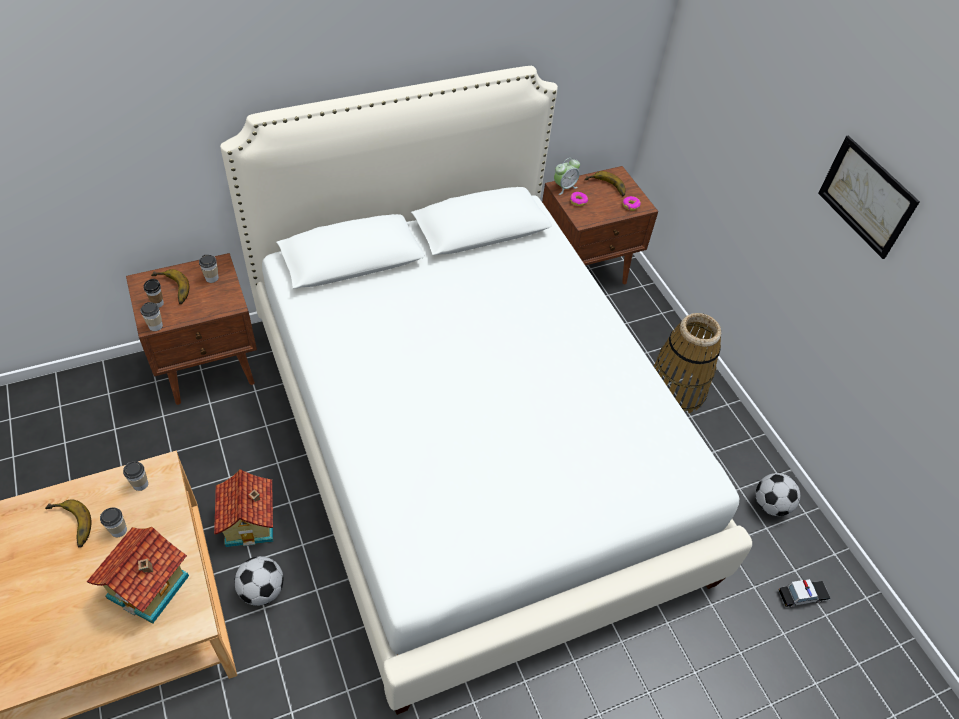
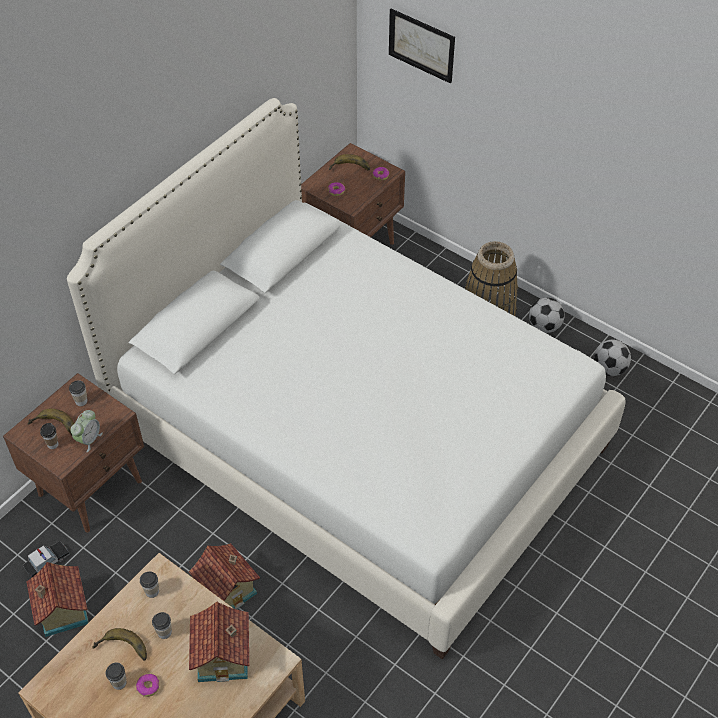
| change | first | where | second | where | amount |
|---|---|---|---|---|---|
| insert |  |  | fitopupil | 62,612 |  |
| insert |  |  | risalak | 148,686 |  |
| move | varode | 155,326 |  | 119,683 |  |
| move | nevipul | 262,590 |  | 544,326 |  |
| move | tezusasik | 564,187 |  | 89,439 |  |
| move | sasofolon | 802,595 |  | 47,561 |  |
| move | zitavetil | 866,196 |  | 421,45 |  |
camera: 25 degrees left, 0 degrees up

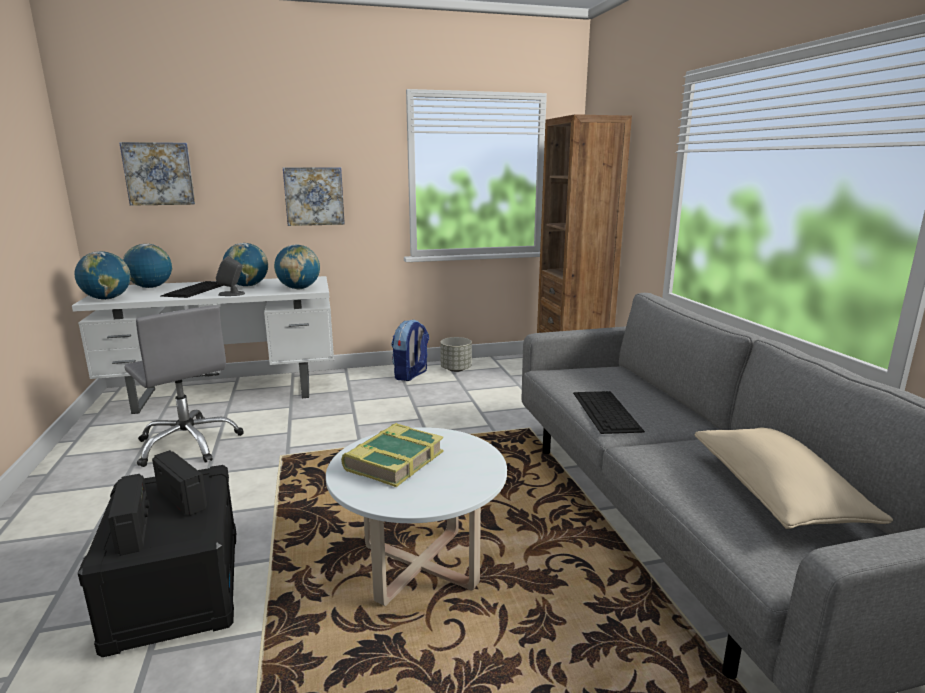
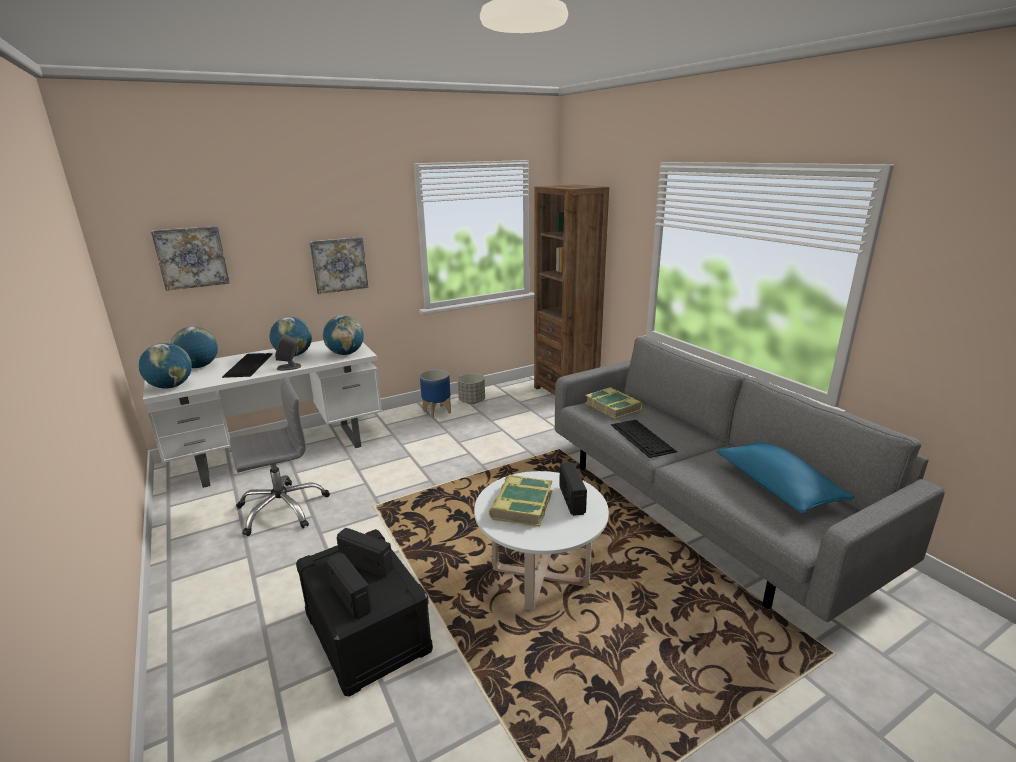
| change | first | where | second | where | amount |
|---|---|---|---|---|---|
| insert |  |  | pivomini | 571,499 |  |
| insert |  |  | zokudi | 613,407 |  |
| replace | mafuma | 411,375 | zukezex | 437,412 |  |
| recolor | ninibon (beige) | 775,495 | ninibon (blue) | 777,488 |  |
| rotate | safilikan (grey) | 189,444 |  | 282,508 | 60 degrees counterclockwise |
camera: 15 degrees left, 5 degrees up

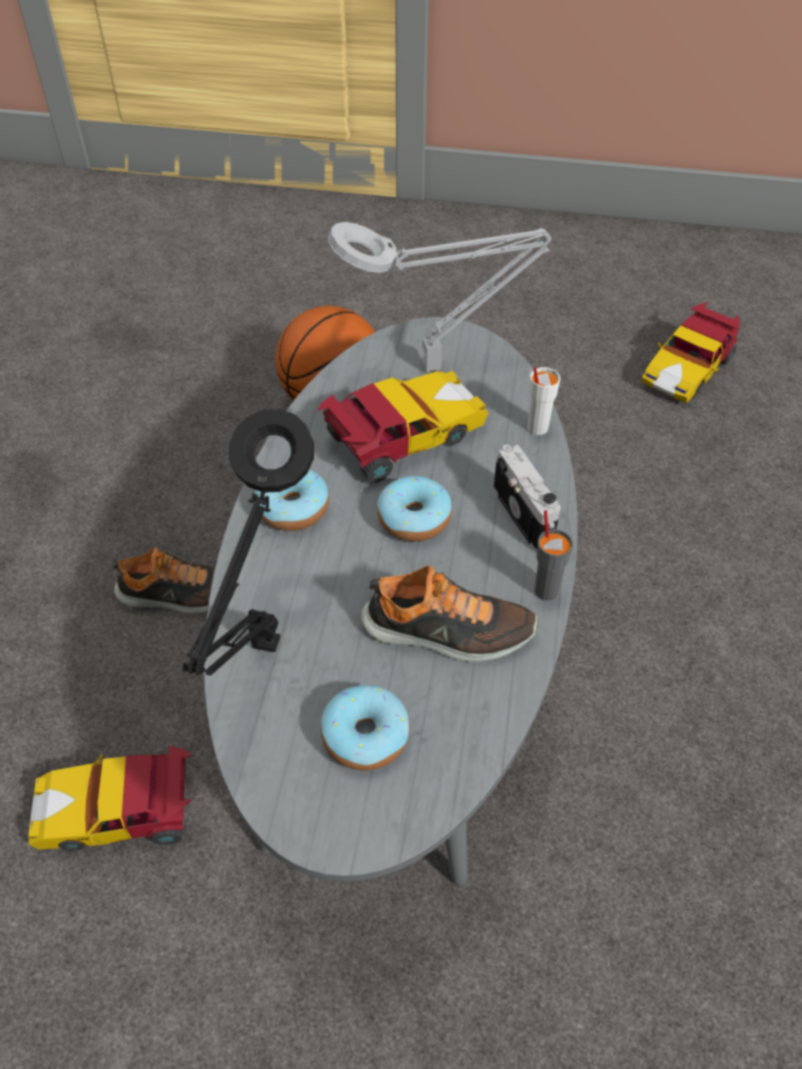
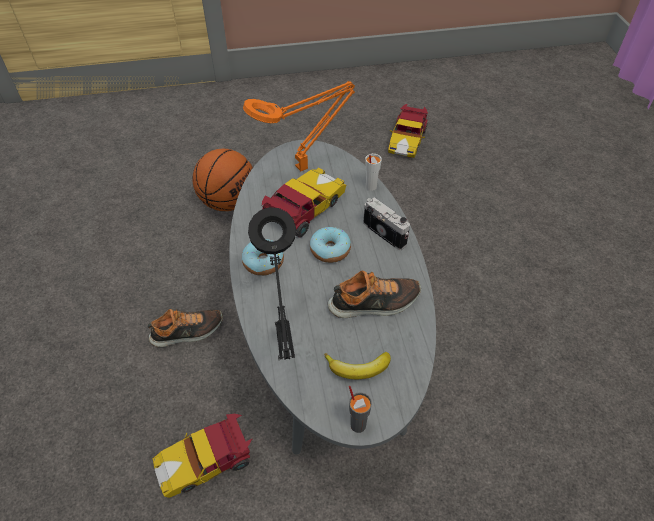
| change | first | where | second | where | amount |
|---|---|---|---|---|---|
| move | varode (grey) | 546,590 |  | 358,424 |  |
| replace | risalak | 365,736 | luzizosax | 358,368 |  |
| recolor | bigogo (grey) | 438,365 | bigogo (orange) | 304,167 |  |
camera: 20 degrees left, 0 degrees up

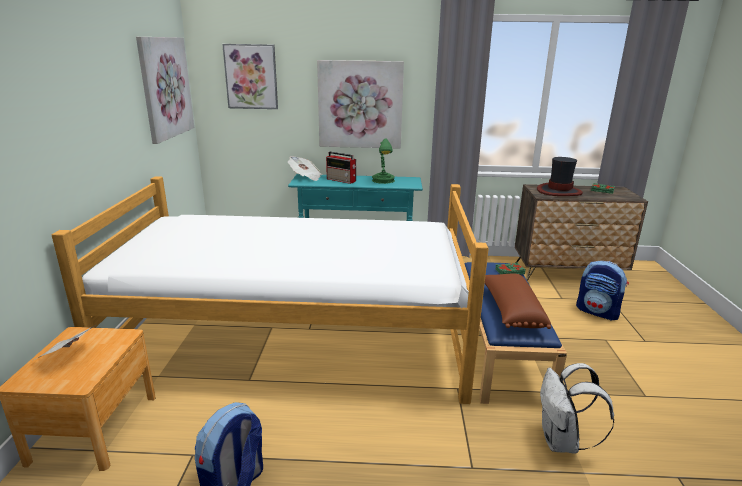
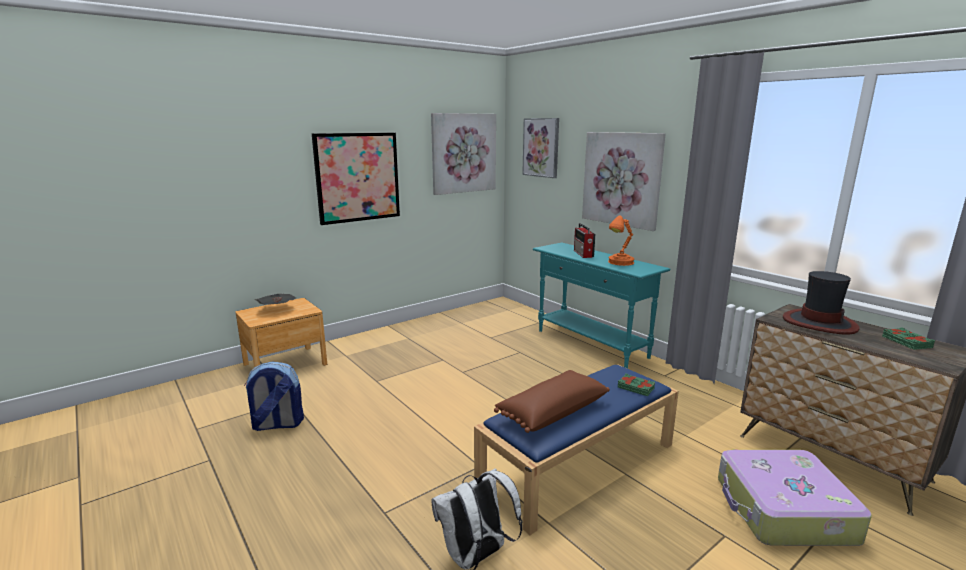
| change | first | where | second | where | amount |
|---|---|---|---|---|---|
| delete | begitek | 295,339 |  |  |  |
| delete | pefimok | 305,177 |  |  |  |
| insert |  |  | zitavetil | 357,177 |  |
| replace | mafuma | 598,312 | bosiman | 783,510 |  |
| recolor | bigogo (green) | 383,181 | bigogo (orange) | 620,262 |  |
camera: 50 degrees right, 5 degrees down

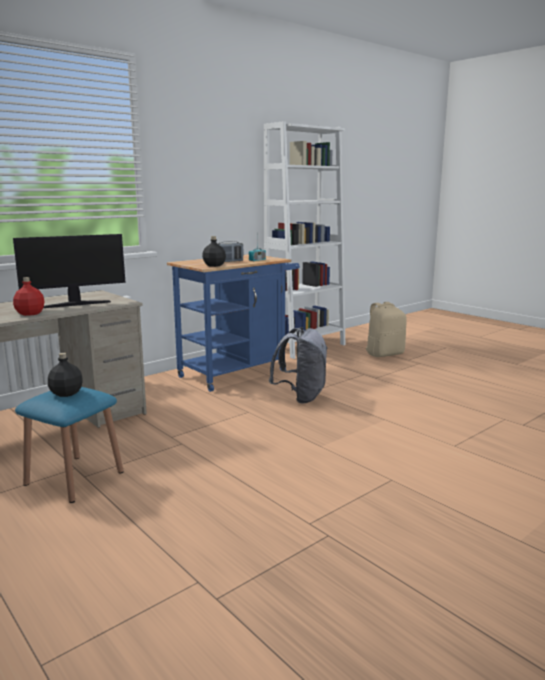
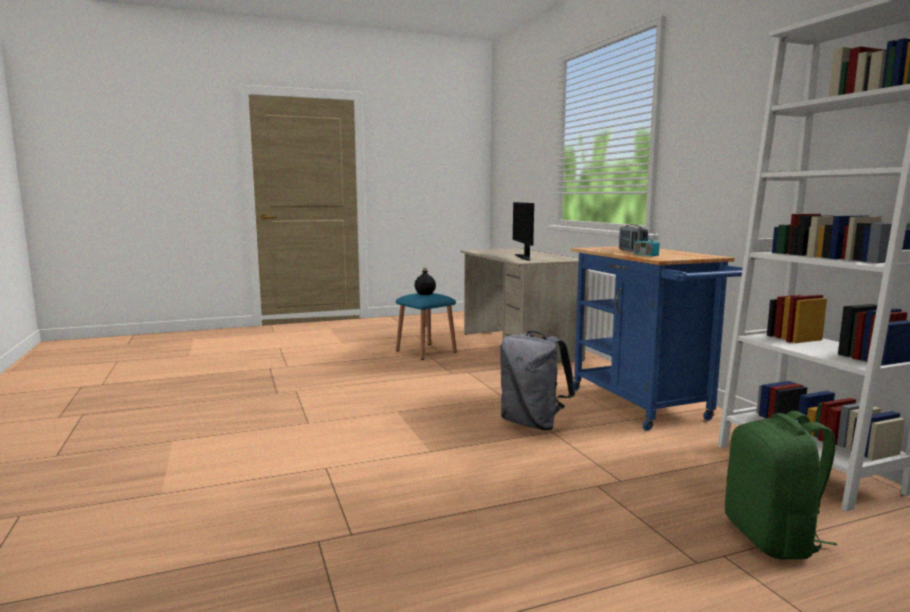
| change | first | where | second | where | amount |
|---|---|---|---|---|---|
| delete | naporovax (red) | 30,313 |  |  |  |
| delete | naporovax (black) | 214,265 |  |  |  |
| recolor | mafuma (beige) | 384,354 | mafuma (green) | 773,539 |  |
camera: 110 degrees right, 5 degrees down

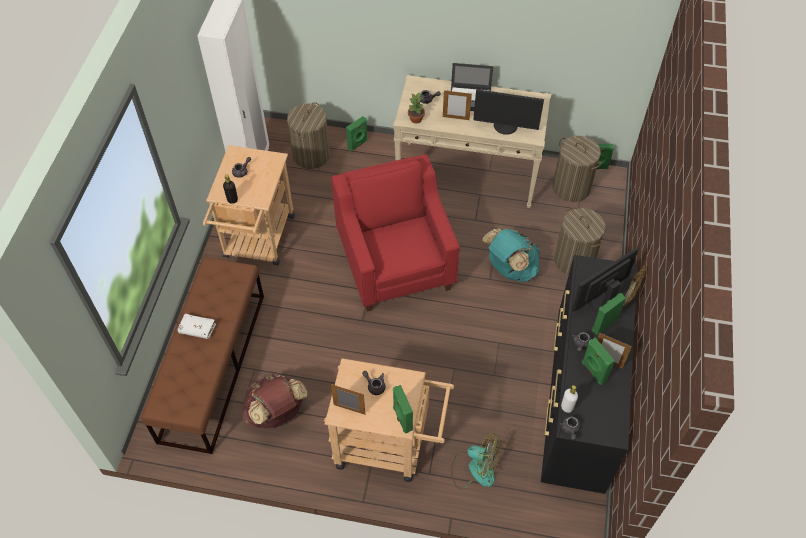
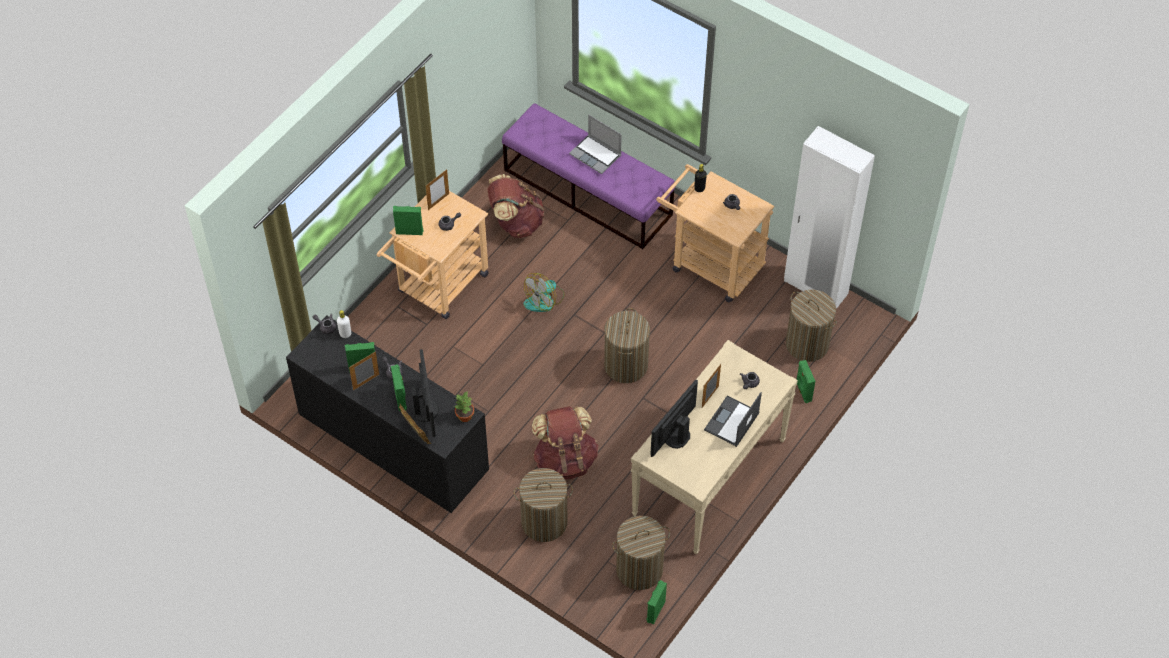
| change | first | where | second | where | amount |
|---|---|---|---|---|---|
| move | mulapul | 416,119 |  | 464,416 |  |
| move | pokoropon | 474,468 |  | 544,300 |  |
| replace | zokudi (white) | 197,329 | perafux | 596,155 |  |
| replace | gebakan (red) | 395,262 | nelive | 626,365 |  |
| recolor | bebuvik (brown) | 213,365 | bebuvik (purple) | 588,193 |  |
| recolor | mafuma (turquoise) | 510,269 | mafuma (brown) | 565,459 |  |
camera: 115 degrees right, 0 degrees up

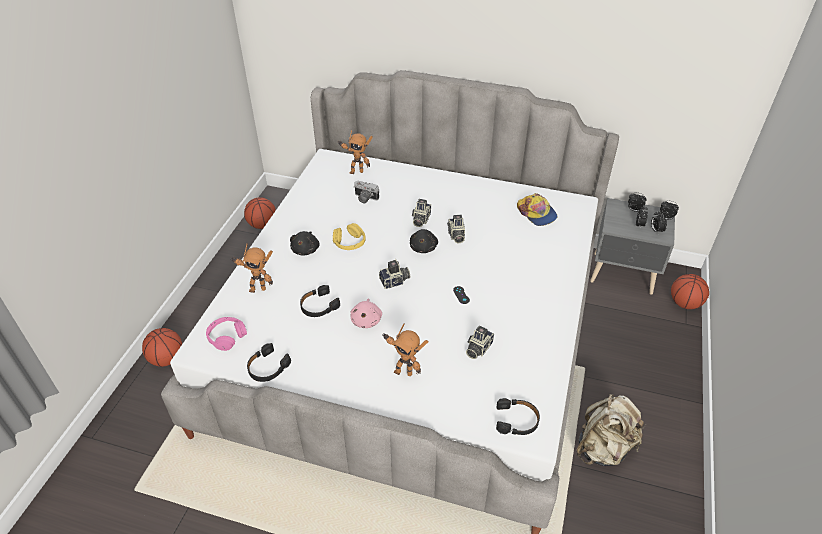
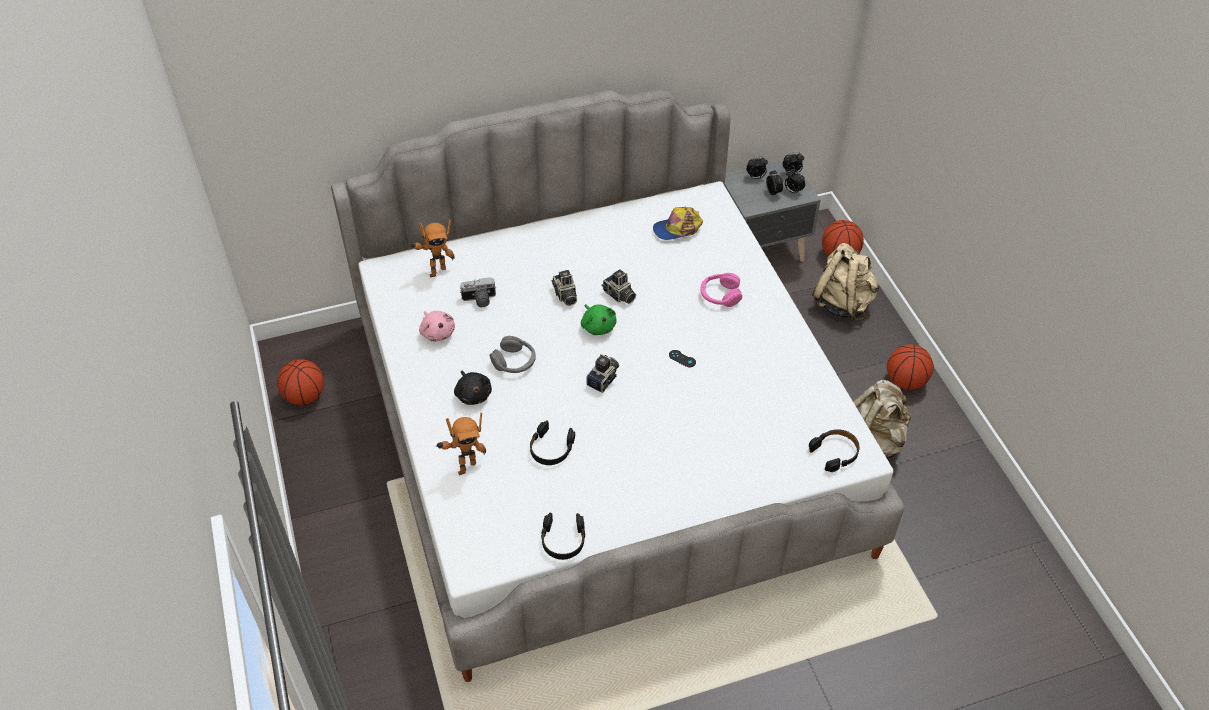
| change | first | where | second | where | amount |
|---|---|---|---|---|---|
| delete | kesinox | 403,371 |  |  |  |
| delete | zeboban | 477,348 |  |  |  |
| insert |  |  | mafuma (beige) | 842,303 |  |
| move | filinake | 167,359 |  | 905,381 |  |
| move | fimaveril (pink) | 227,337 |  | 720,295 |  |
| move | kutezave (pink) | 366,320 |  | 437,332 |  |
| recolor | fimaveril (yellow) | 349,243 | fimaveril (grey) | 514,362 |  |
| recolor | kutezave (black) | 423,247 | kutezave (green) | 598,326 |  |
| rotate | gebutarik | 537,213 |  | 678,229 | 135 degrees clockwise |
camera: 35 degrees left, 5 degrees up

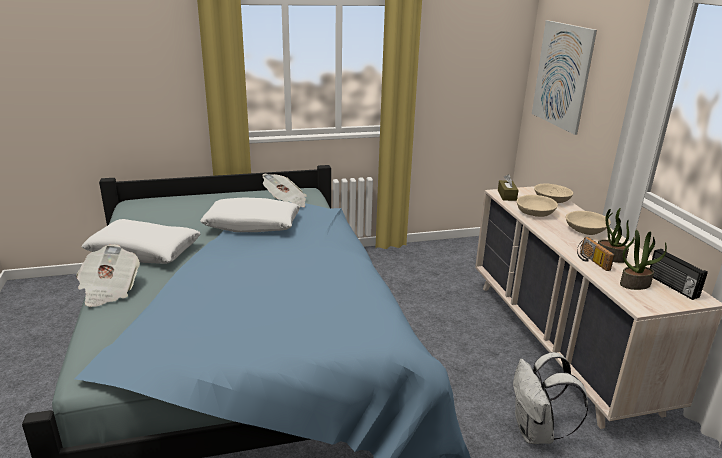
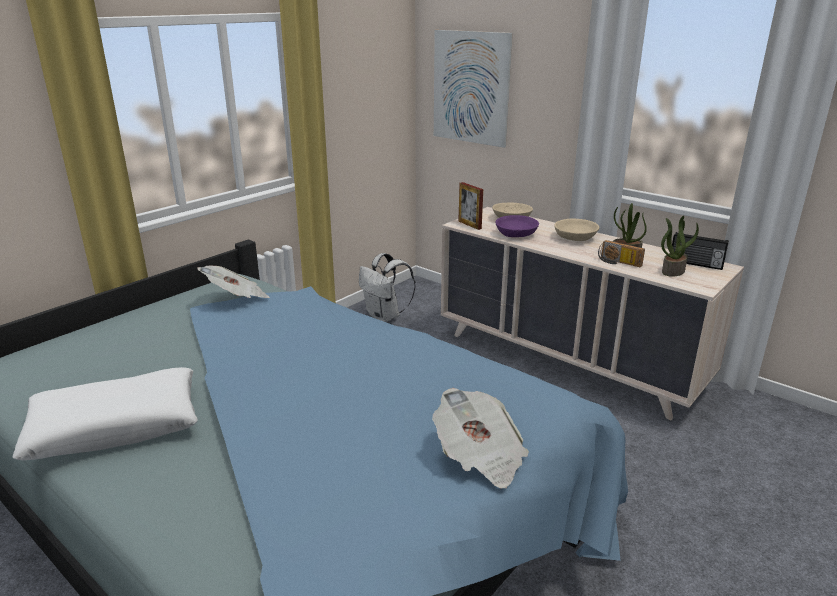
| change | first | where | second | where | amount |
|---|---|---|---|---|---|
| delete | ninibon (white) | 252,224 |  |  |  |
| move | pefimok | 109,290 |  | 480,457 |  |
| move | mafuma (white) | 536,432 |  | 385,316 |  |
| replace | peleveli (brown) | 507,195 | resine | 469,225 |  |
| recolor | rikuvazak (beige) | 535,213 | rikuvazak (purple) | 516,234 |  |
camera: 35 degrees left, 0 degrees up

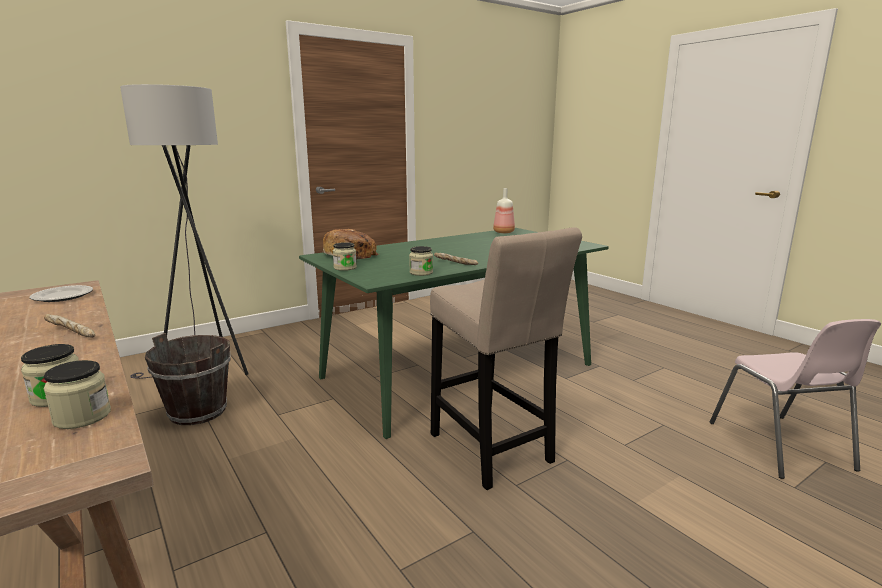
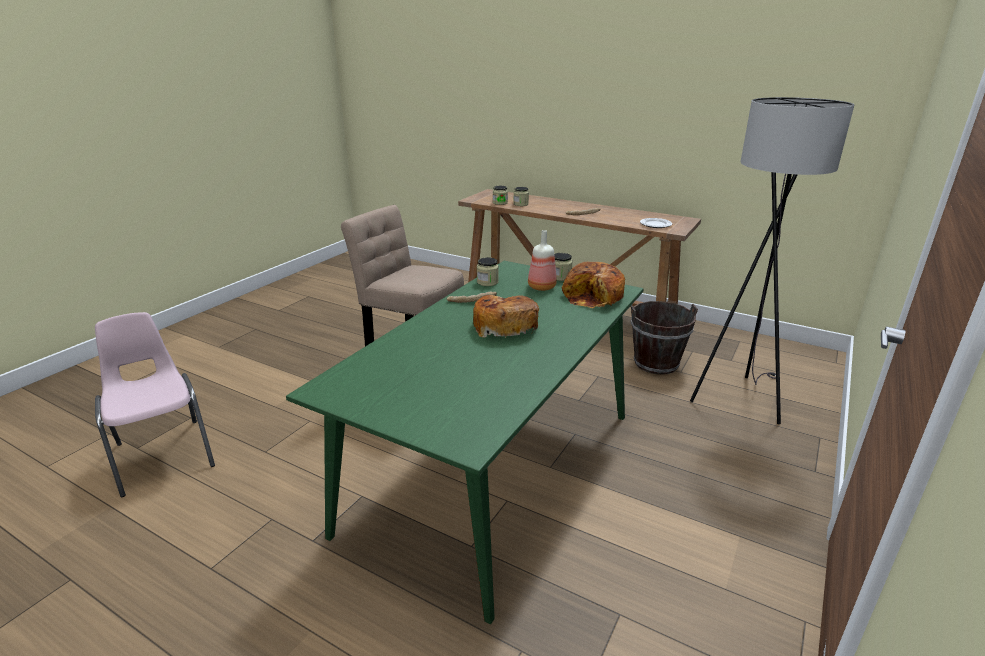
| change | first | where | second | where | amount |
|---|---|---|---|---|---|
| insert |  |  | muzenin | 504,326 |  |
| move | naporovax | 504,232 |  | 541,287 |  |
camera: 155 degrees right, 10 degrees up

